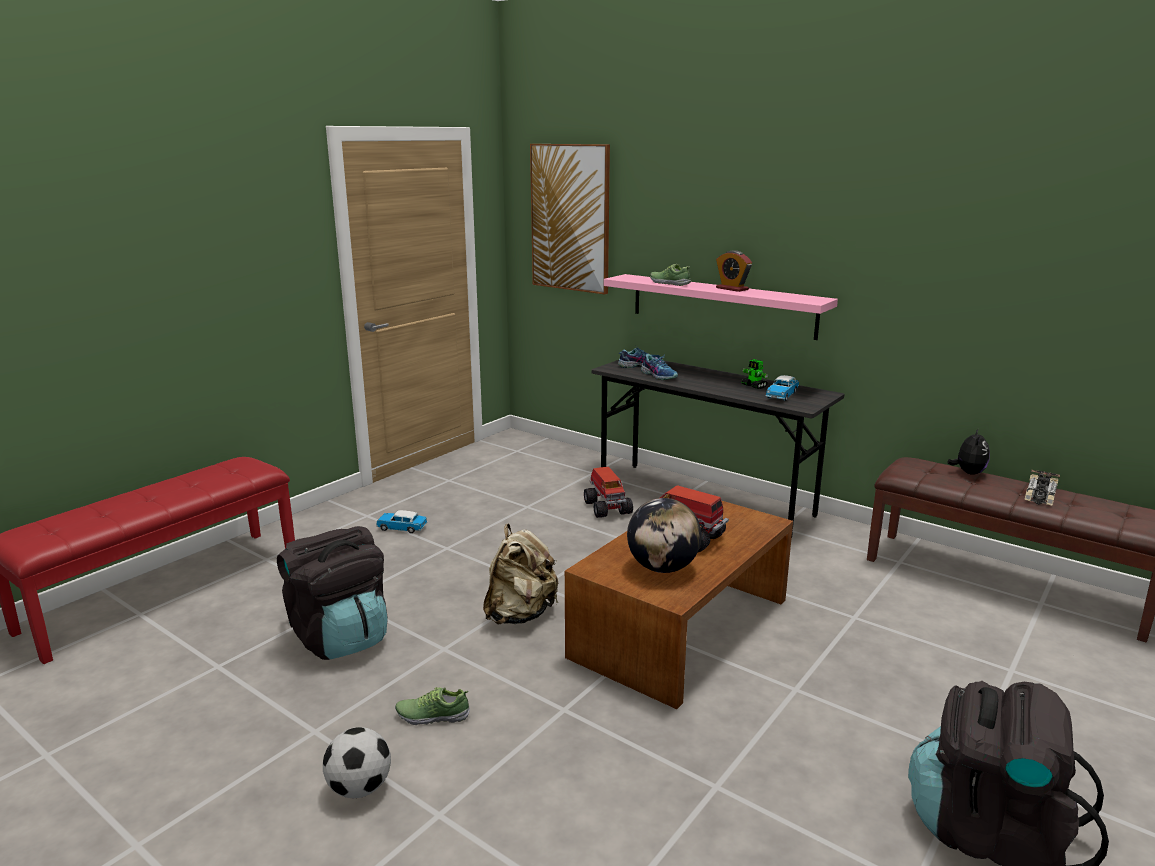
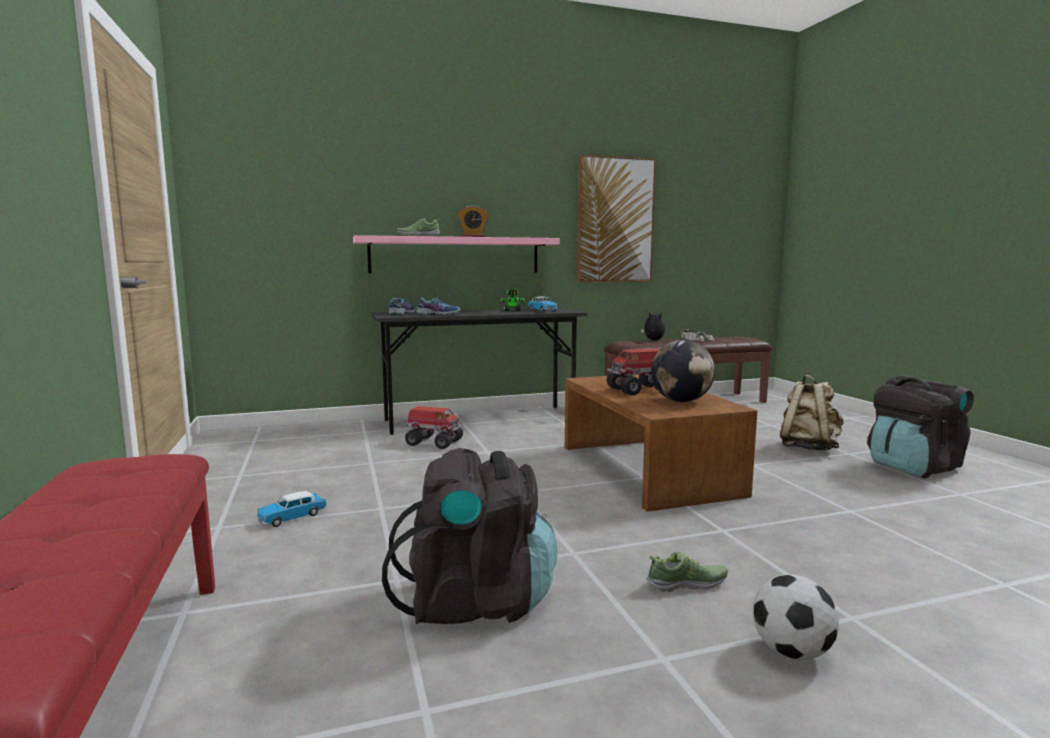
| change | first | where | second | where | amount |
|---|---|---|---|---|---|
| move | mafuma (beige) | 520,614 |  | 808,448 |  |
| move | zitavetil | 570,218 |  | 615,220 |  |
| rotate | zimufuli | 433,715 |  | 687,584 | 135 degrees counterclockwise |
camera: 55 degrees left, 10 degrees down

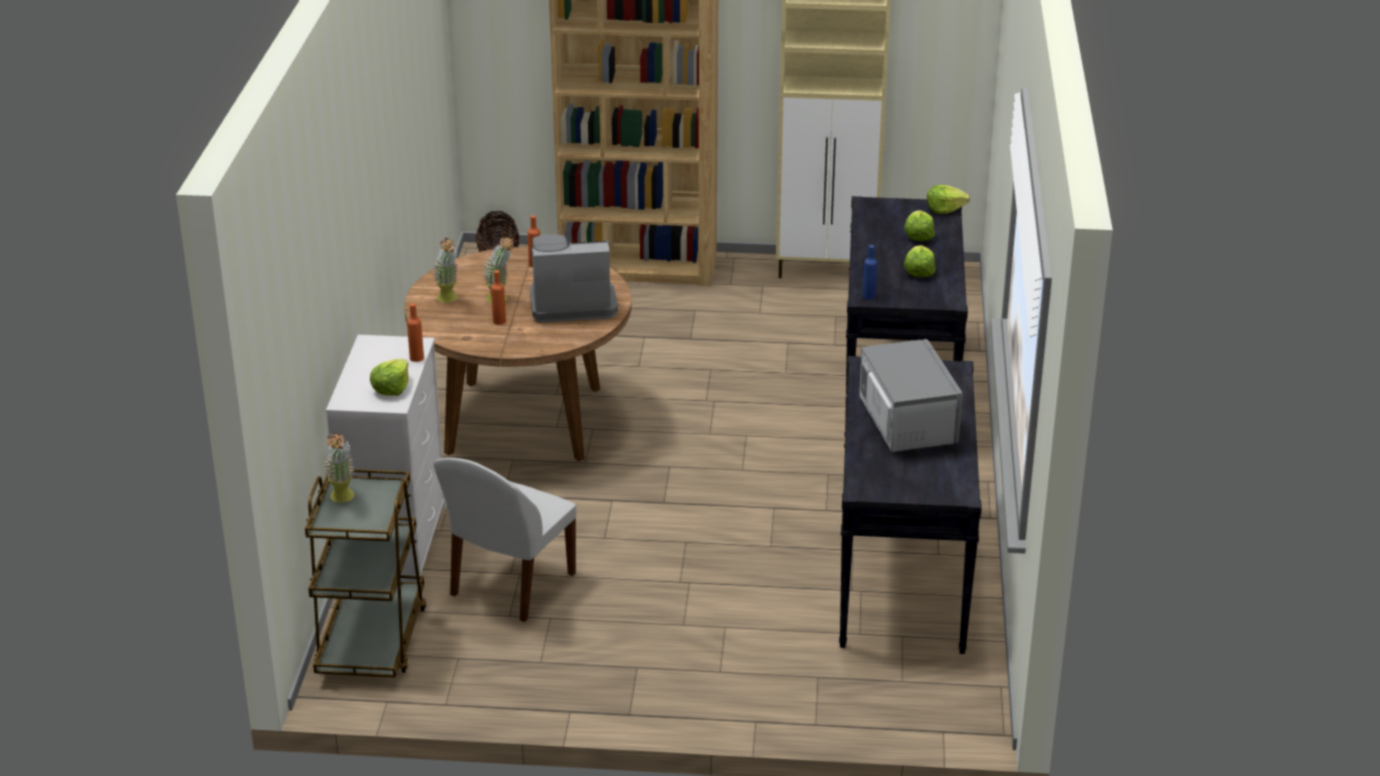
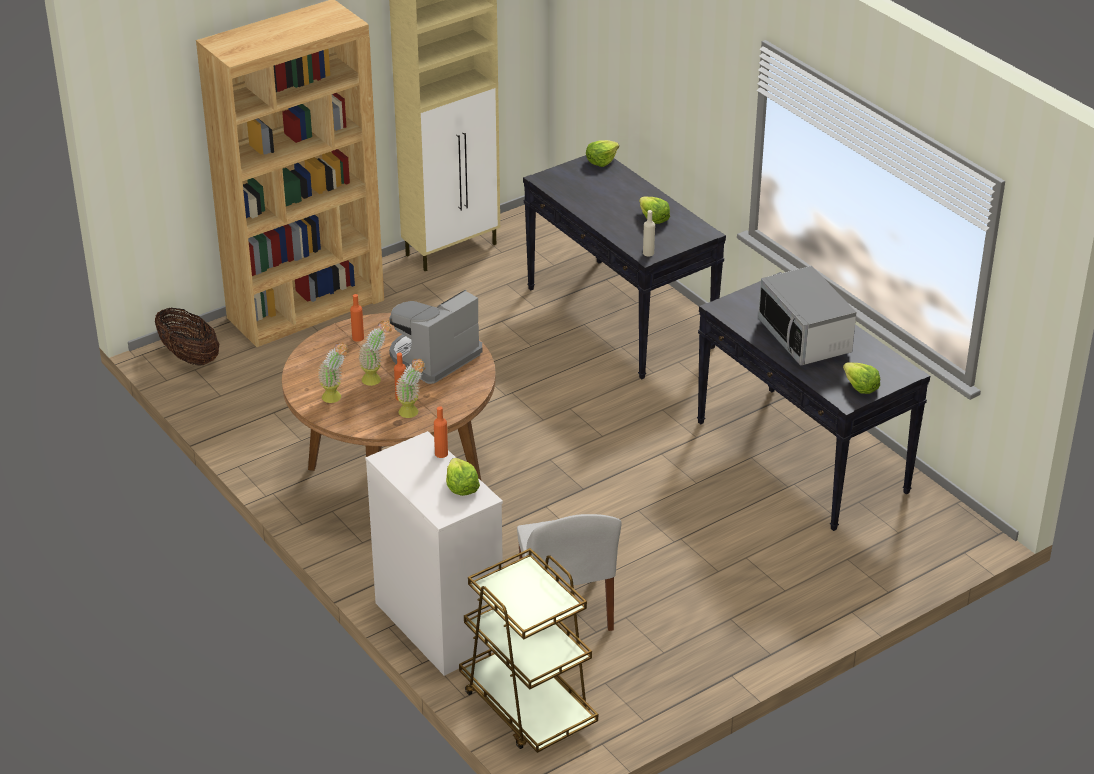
| change | first | where | second | where | amount |
|---|---|---|---|---|---|
| move | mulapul | 343,499 |  | 412,414 |  |
| move | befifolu | 918,236 |  | 860,387 |  |
| recolor | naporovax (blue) | 869,296 | naporovax (beige) | 648,253 |  |
| rotate | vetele | 906,423 |  | 805,338 | 150 degrees counterclockwise |
camera: 40 degrees left, 5 degrees up

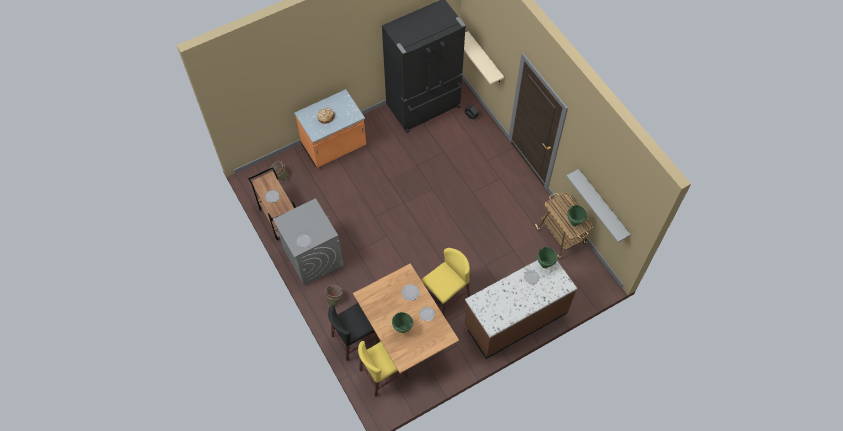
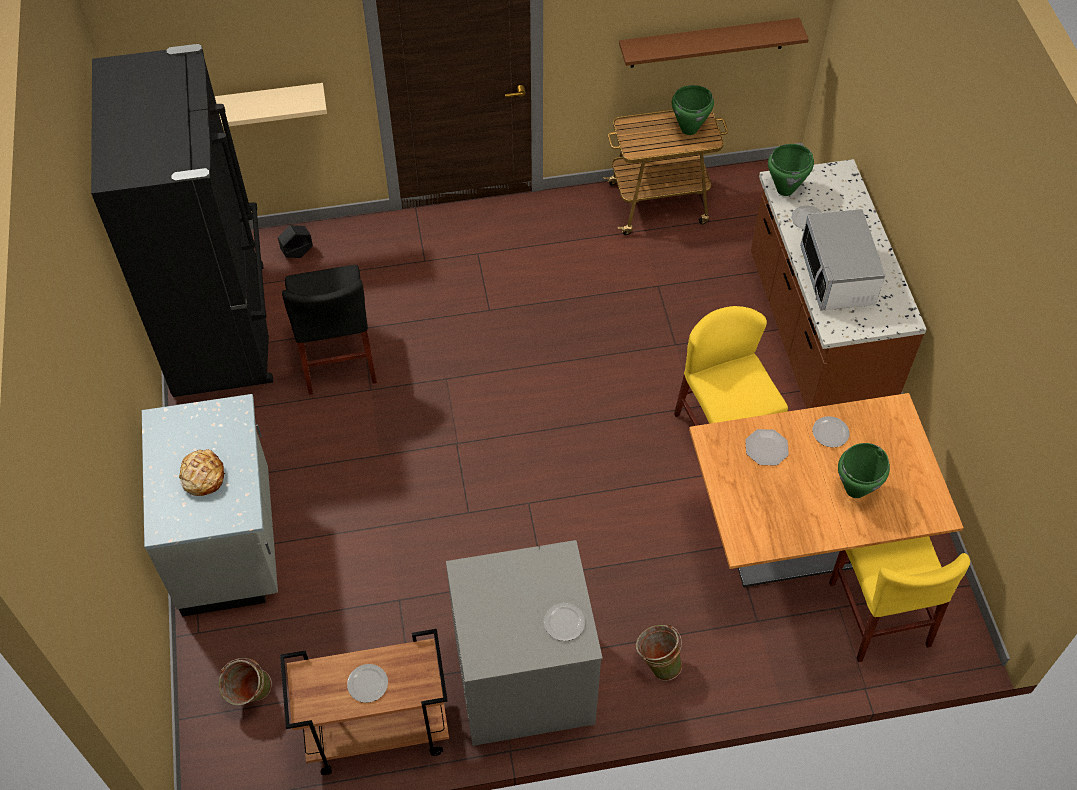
| change | first | where | second | where | amount |
|---|---|---|---|---|---|
| insert |  |  | vetele | 837,276 |  |
| move | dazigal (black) | 355,339 |  | 337,357 |  |
| recolor | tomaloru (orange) | 334,147 | tomaloru (grey) | 230,543 |  |
| recolor | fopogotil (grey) | 602,205 | fopogotil (brown) | 708,43 |  |
camera: 70 degrees left, 5 degrees down

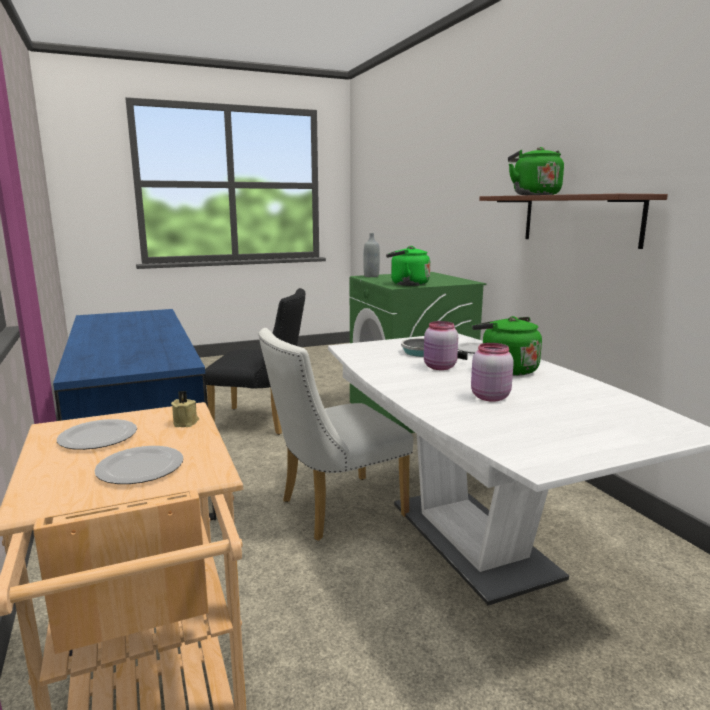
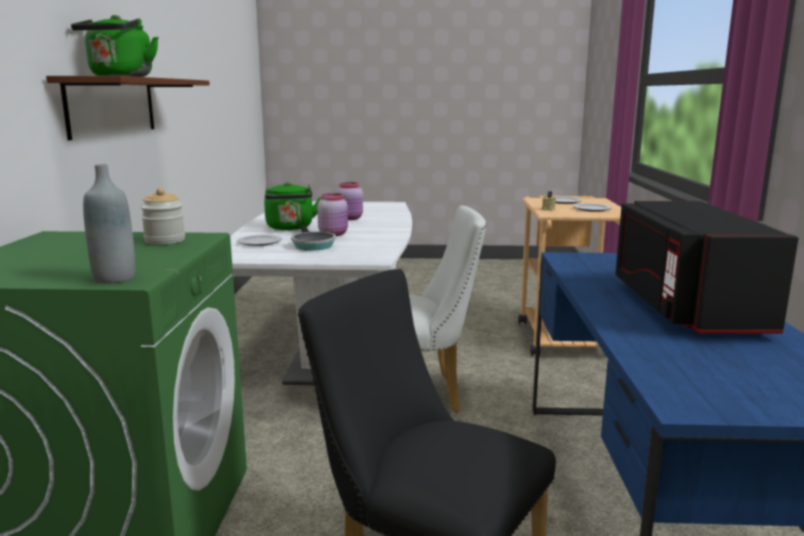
| change | first | where | second | where | amount |
|---|---|---|---|---|---|
| insert |  |  | vetele (black) | 685,307 |  |
| replace | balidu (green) | 407,284 | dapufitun | 165,240 |  |
camera: 155 degrees left, 0 degrees up

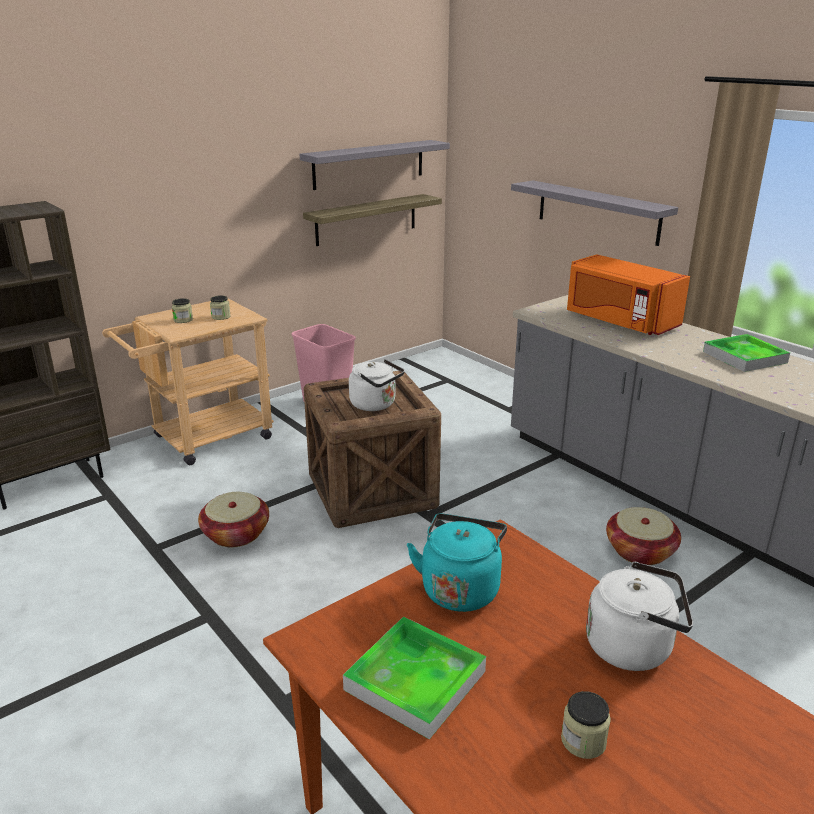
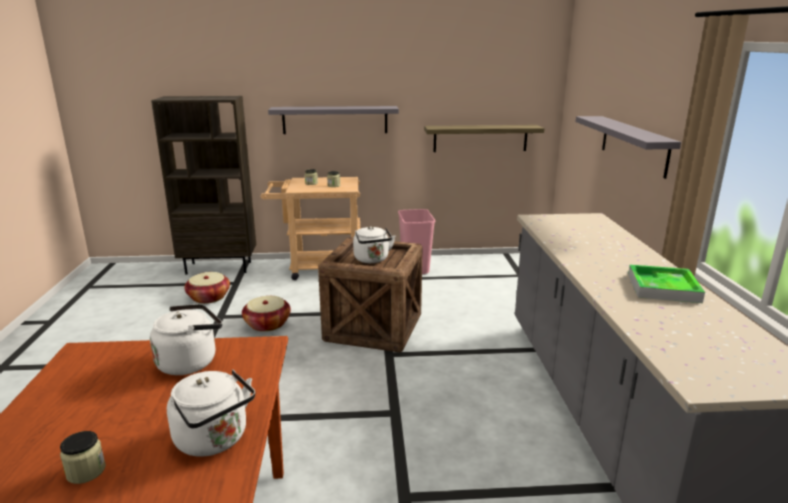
| change | first | where | second | where | amount |
|---|---|---|---|---|---|
| delete | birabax | 415,680 |  |  |  |
| delete | vetele (orange) | 619,321 |  |  |  |
| move | fopogotil (grey) | 369,164 |  | 335,120 |  |
| move | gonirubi | 640,551 |  | 209,297 |  |
| recolor | balidu (turquoise) | 460,588 | balidu (white) | 190,361 |  |
camera: 35 degrees right, 5 degrees down

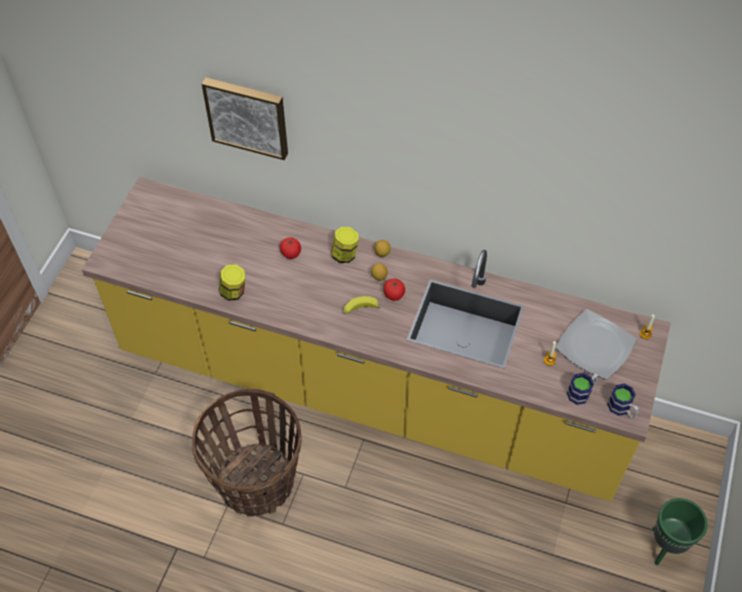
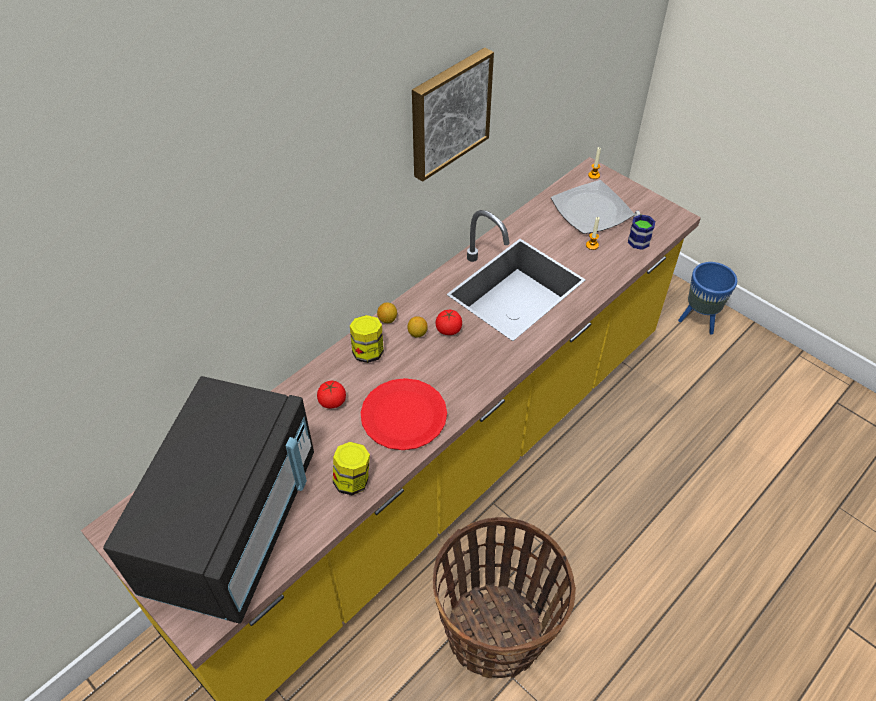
| change | first | where | second | where | amount |
|---|---|---|---|---|---|
| delete | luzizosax | 360,309 |  |  |  |
| delete | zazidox | 622,409 |  |  |  |
| insert |  |  | vetele (black) | 233,524 |  |
| insert |  |  | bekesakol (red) | 404,415 |  |
| move | zitavetil | 247,116 |  | 448,113 |  |
| recolor | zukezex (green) | 666,547 | zukezex (blue) | 699,321 |  |
camera: 65 degrees left, 5 degrees down

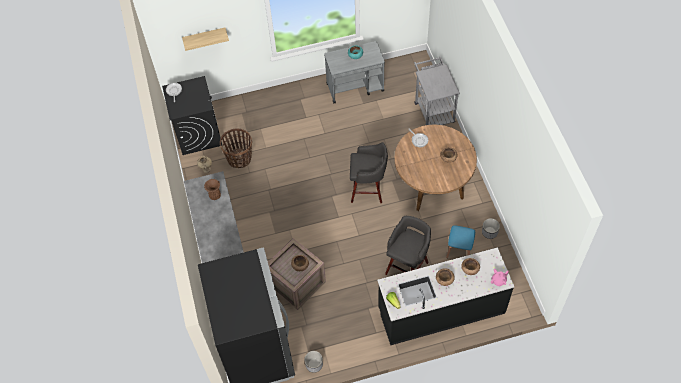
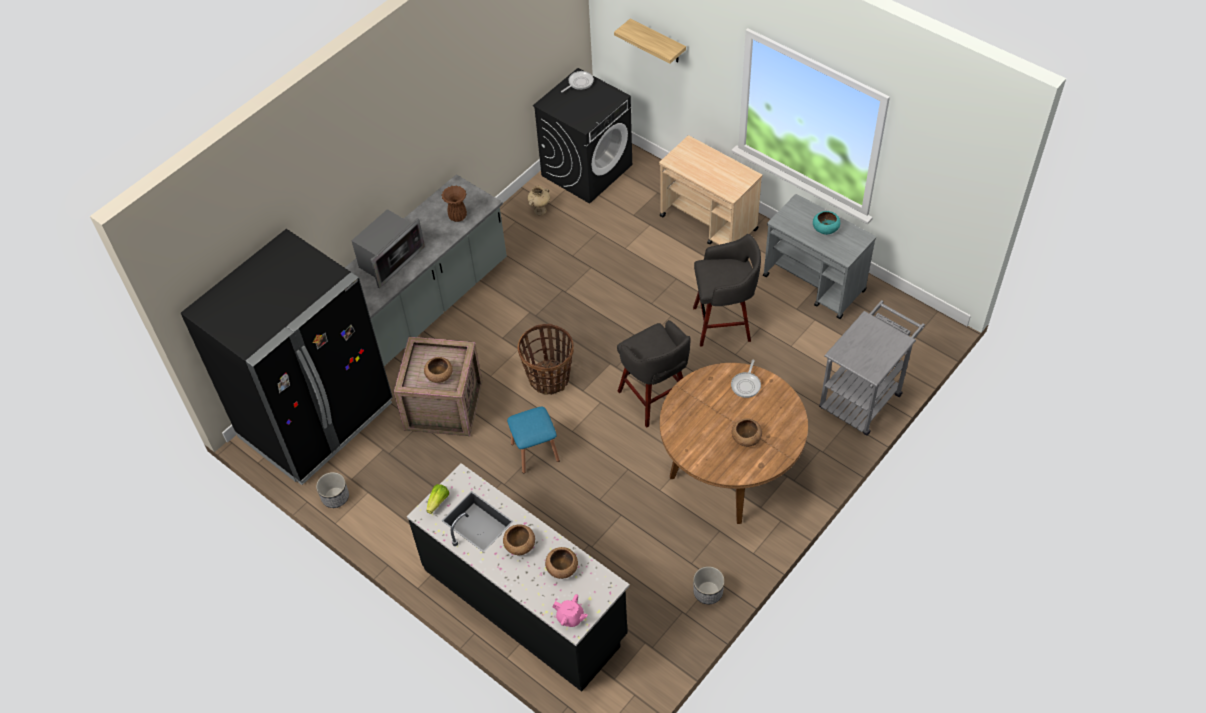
| change | first | where | second | where | amount |
|---|---|---|---|---|---|
| insert |  |  | vetele | 390,259 |  |
| insert |  |  | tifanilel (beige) | 709,223 |  |
| move | gonirubi | 239,159 |  | 549,378 |  |
| move | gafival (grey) | 407,267 |  | 724,324 |  |
| move | gafival (blue) | 459,250 |  | 535,452 |  |
camera: 55 degrees right, 5 degrees down

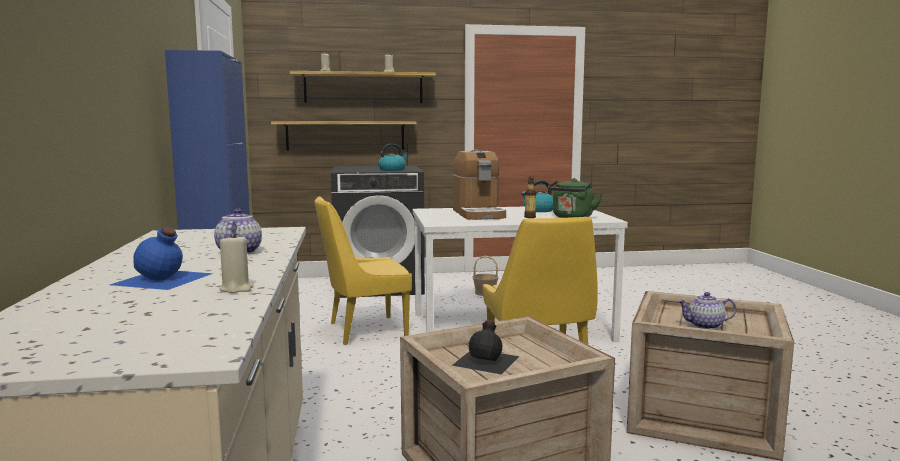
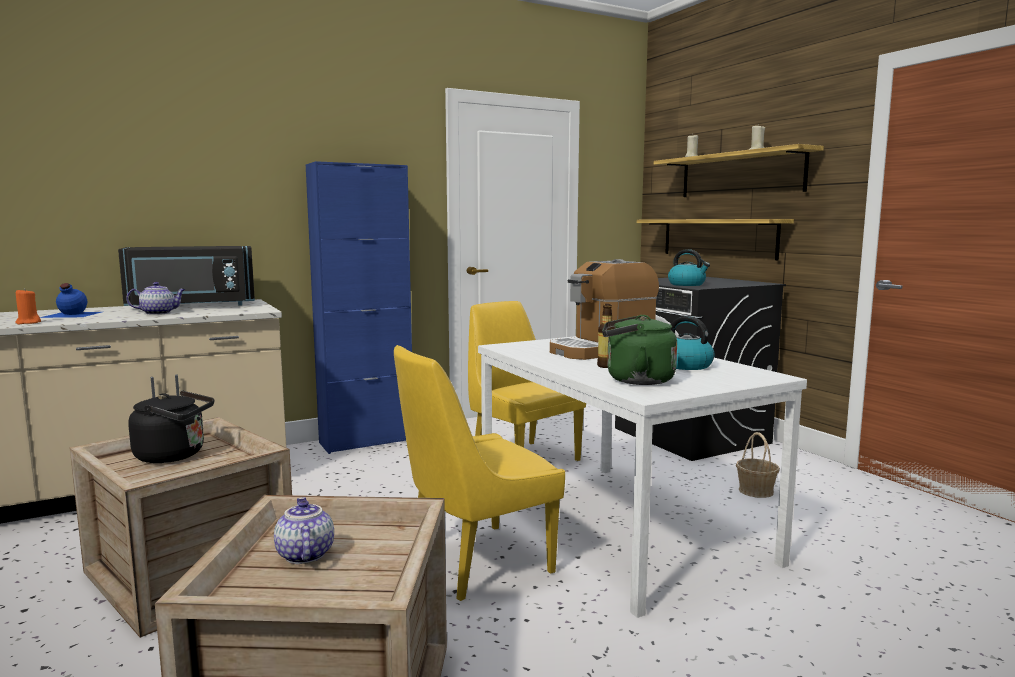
| change | first | where | second | where | amount |
|---|---|---|---|---|---|
| insert |  |  | vetele (black) | 192,306 |  |
| replace | naporovax (black) | 487,360 | balidu (black) | 174,455 |  |
| recolor | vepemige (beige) | 236,289 | vepemige (orange) | 28,323 |  |
camera: 70 degrees right, 0 degrees up

